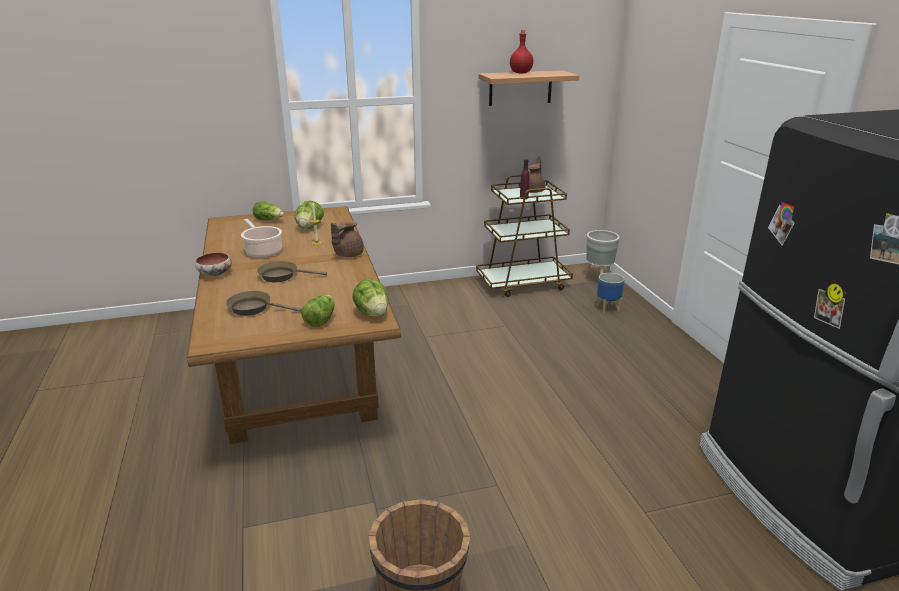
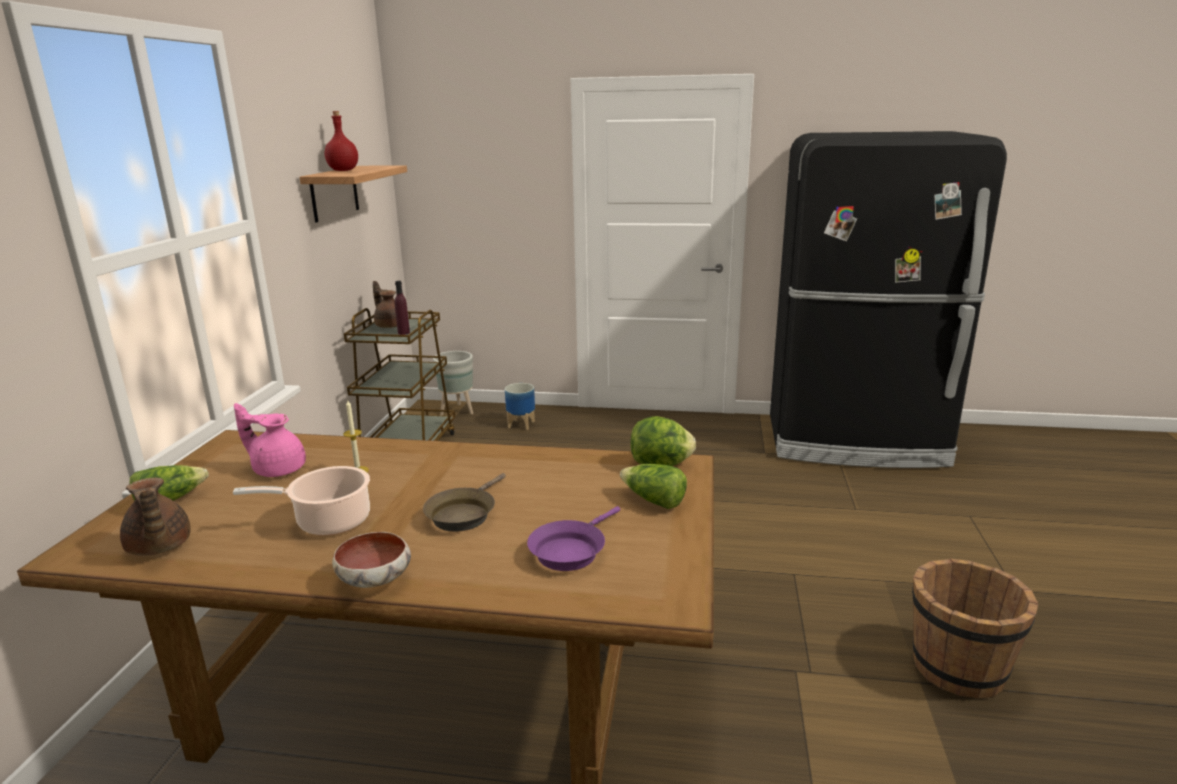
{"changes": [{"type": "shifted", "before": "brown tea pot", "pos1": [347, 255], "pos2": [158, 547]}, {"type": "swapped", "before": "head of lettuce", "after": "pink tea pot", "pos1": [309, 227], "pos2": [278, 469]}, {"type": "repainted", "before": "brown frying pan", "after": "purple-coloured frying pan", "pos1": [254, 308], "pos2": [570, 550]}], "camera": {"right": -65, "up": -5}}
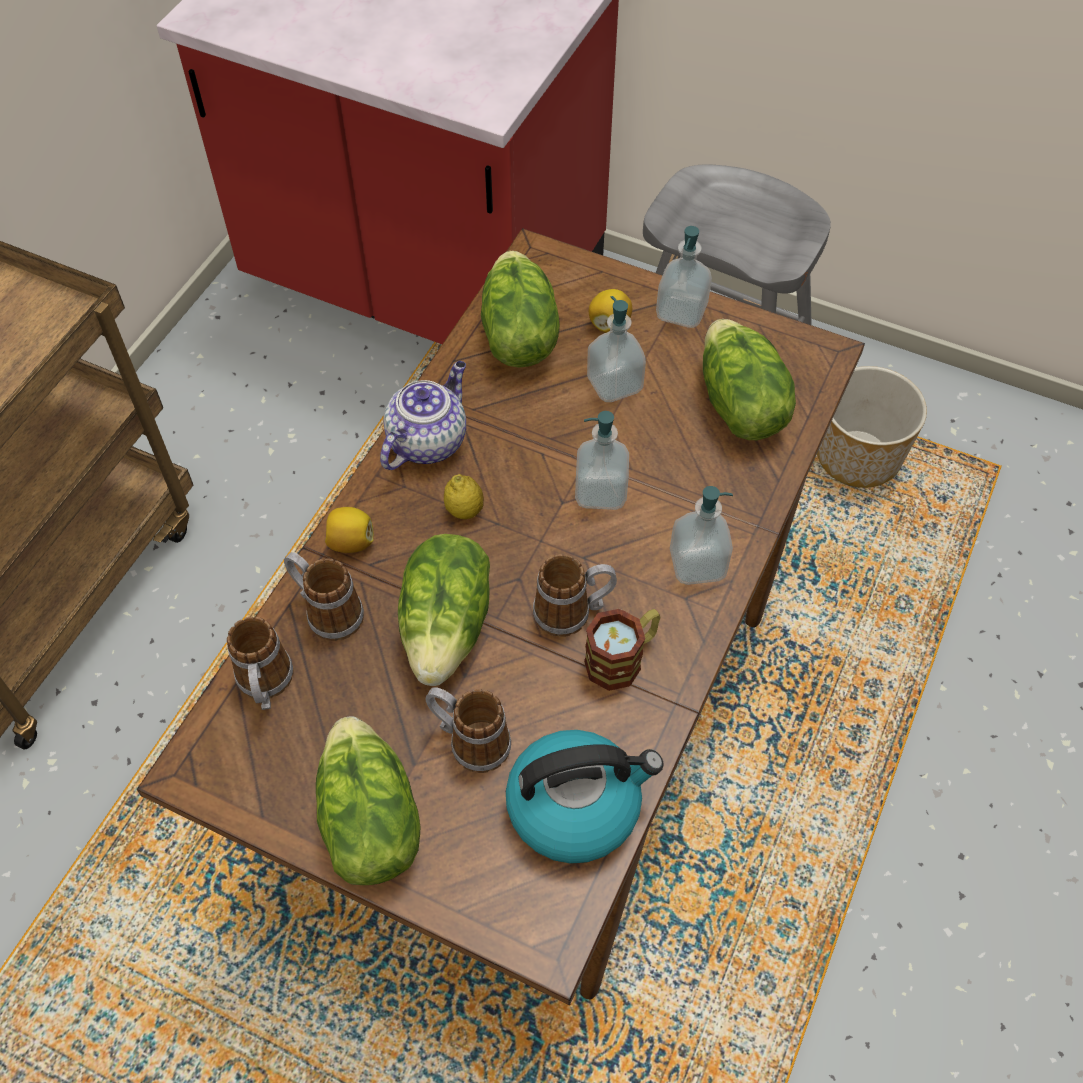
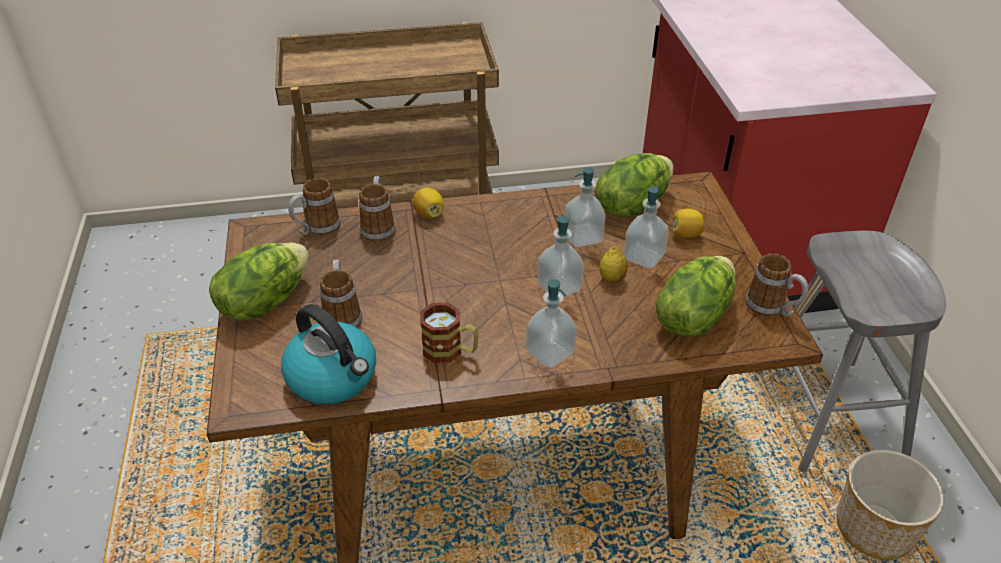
{"changes": [{"type": "gone", "before": "tea pot", "pos1": [427, 440]}, {"type": "gone", "before": "head of lettuce", "pos1": [448, 627]}, {"type": "shifted", "before": "lemon", "pos1": [464, 510], "pos2": [612, 279]}, {"type": "shifted", "before": "coffee mug", "pos1": [573, 612], "pos2": [771, 309]}, {"type": "shifted", "before": "liquid soap bottle", "pos1": [681, 312], "pos2": [583, 237]}], "camera": {"right": 55, "up": -15}}
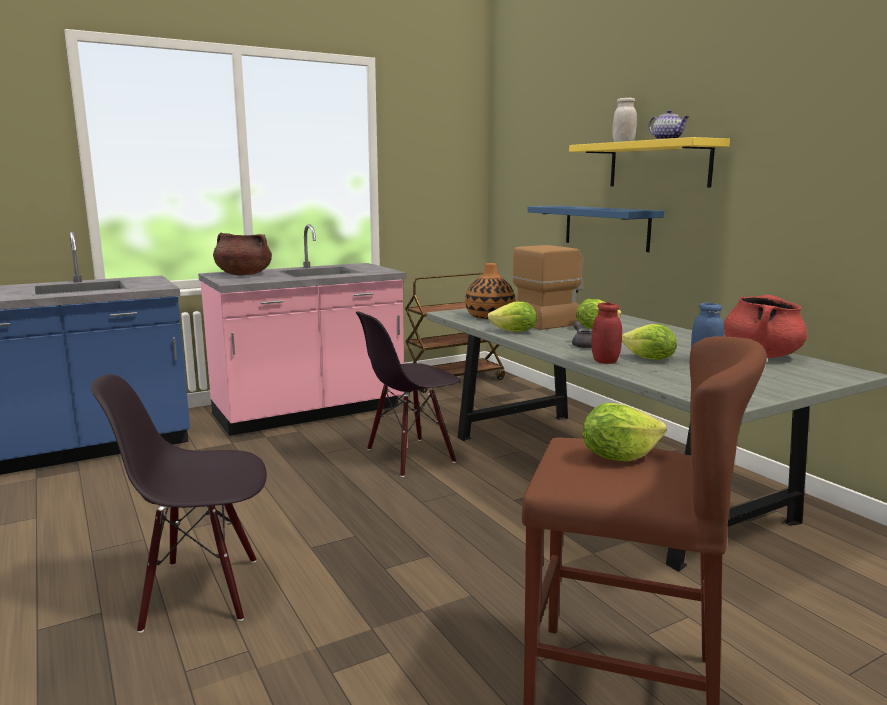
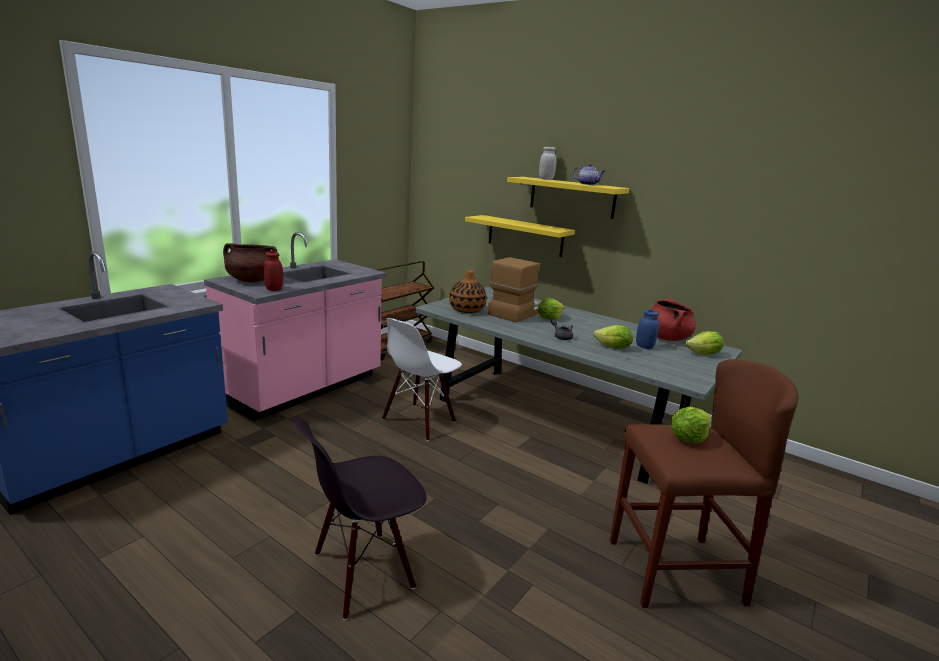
{"changes": [{"type": "shifted", "before": "head of lettuce", "pos1": [514, 332], "pos2": [703, 354]}, {"type": "shifted", "before": "red storage jar", "pos1": [605, 361], "pos2": [274, 289]}, {"type": "repainted", "before": "black-coloured upright chair", "after": "white upright chair", "pos1": [410, 456], "pos2": [419, 421]}, {"type": "repainted", "before": "bluish shelf", "after": "yellow-coloured shelf", "pos1": [606, 227], "pos2": [525, 236]}], "camera": {"right": -25, "up": 5}}
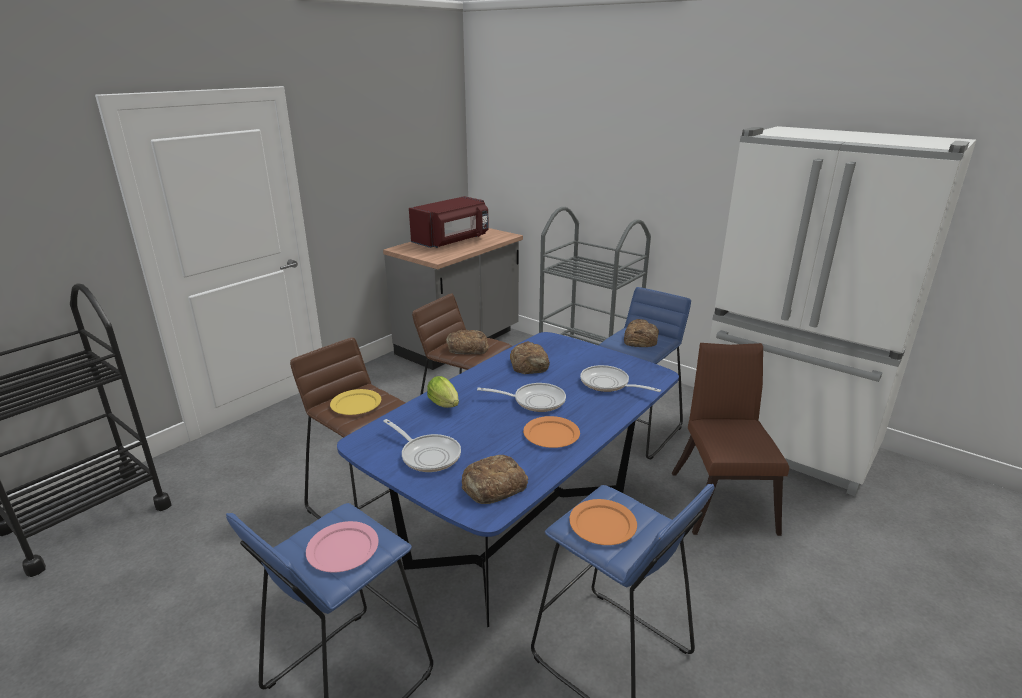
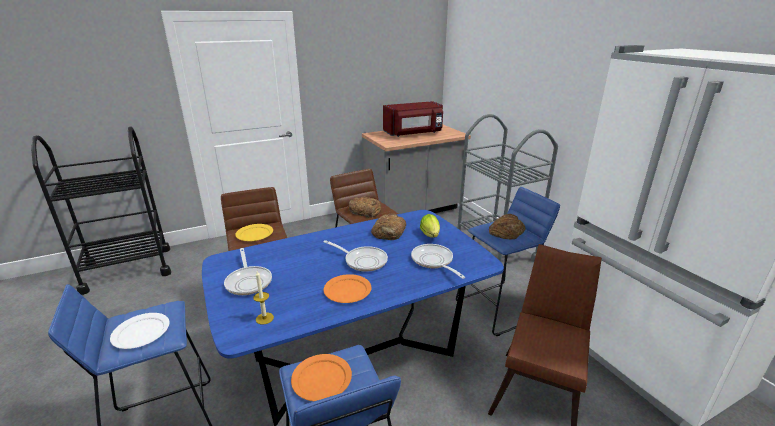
{"changes": [{"type": "shifted", "before": "head of lettuce", "pos1": [445, 405], "pos2": [431, 236]}, {"type": "swapped", "before": "bread", "after": "wax light", "pos1": [493, 486], "pos2": [264, 318]}, {"type": "repainted", "before": "pink dinner plate", "after": "white dinner plate", "pos1": [342, 549], "pos2": [141, 332]}], "camera": {"right": 25, "up": 0}}
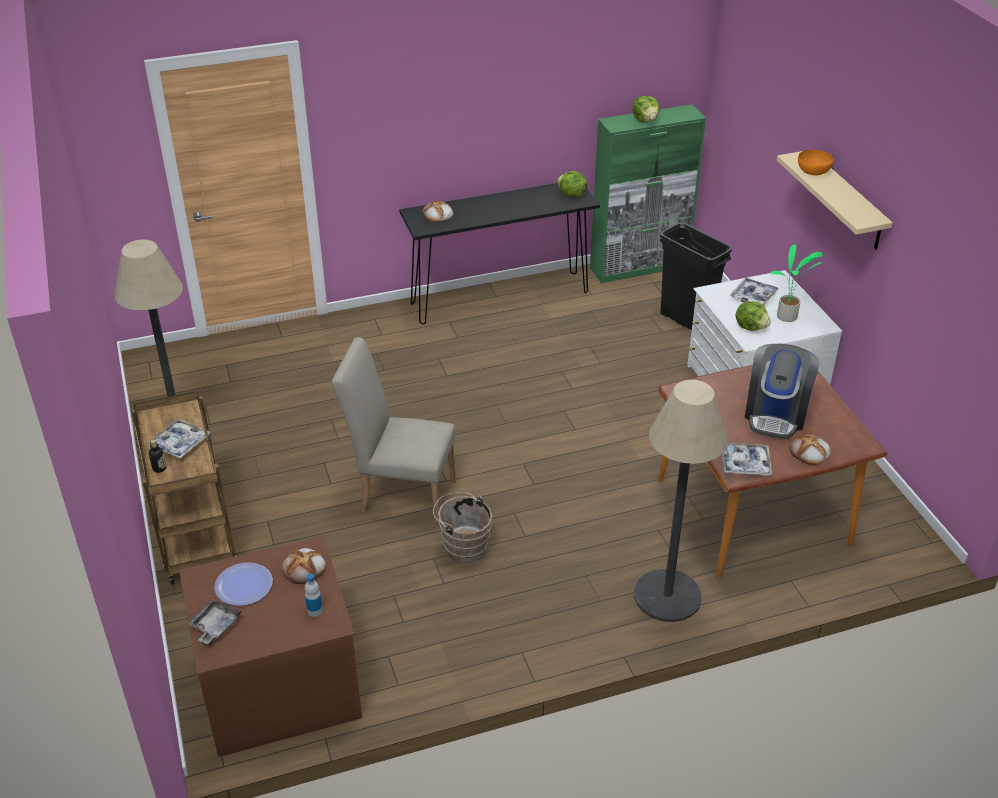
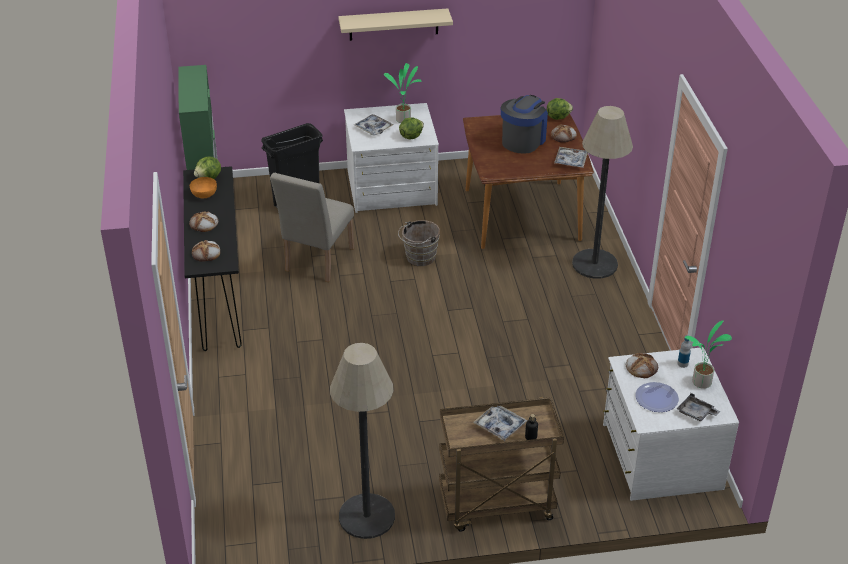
{"changes": [{"type": "new", "after": "bread", "pos2": [204, 224]}, {"type": "new", "after": "potted plant", "pos2": [702, 383]}, {"type": "shifted", "before": "beige upright chair", "pos1": [401, 493], "pos2": [316, 262]}, {"type": "shifted", "before": "brown water bucket", "pos1": [463, 546], "pos2": [418, 258]}, {"type": "shifted", "before": "head of lettuce", "pos1": [645, 120], "pos2": [558, 117]}, {"type": "shifted", "before": "orange bowl", "pos1": [813, 171], "pos2": [204, 194]}, {"type": "repainted", "before": "brown chest of drawers", "after": "white chest of drawers", "pos1": [278, 684], "pos2": [660, 456]}, {"type": "rotated", "before": "coffee brewer", "pos1": [776, 414], "pos2": [523, 140], "turn": -90}], "camera": {"right": -80, "up": 0}}
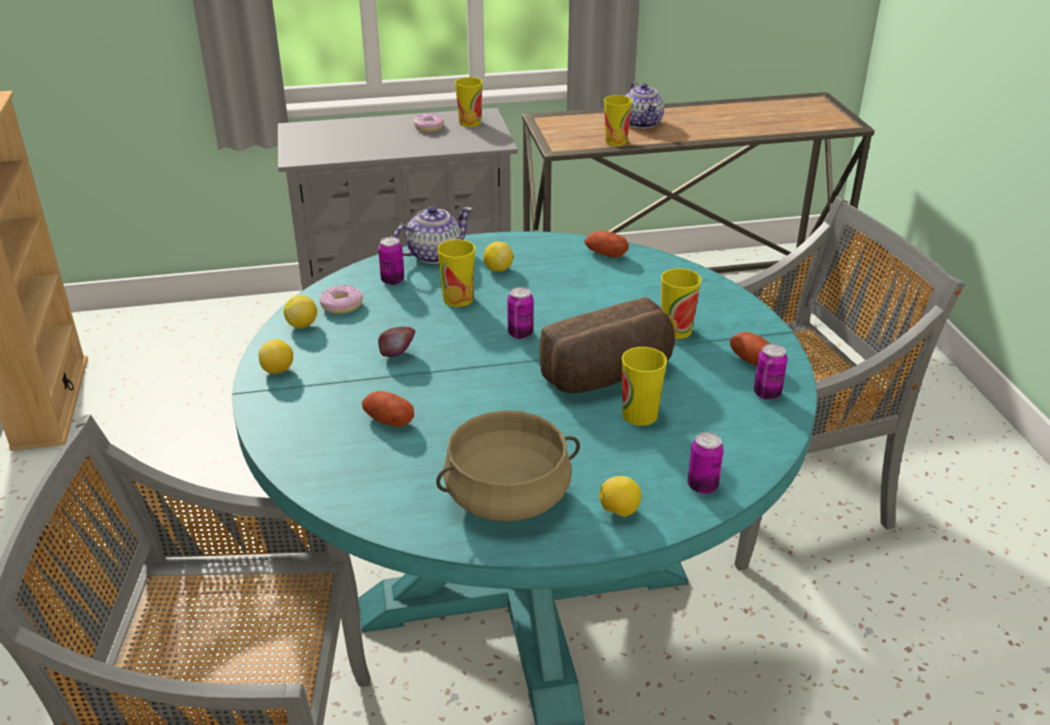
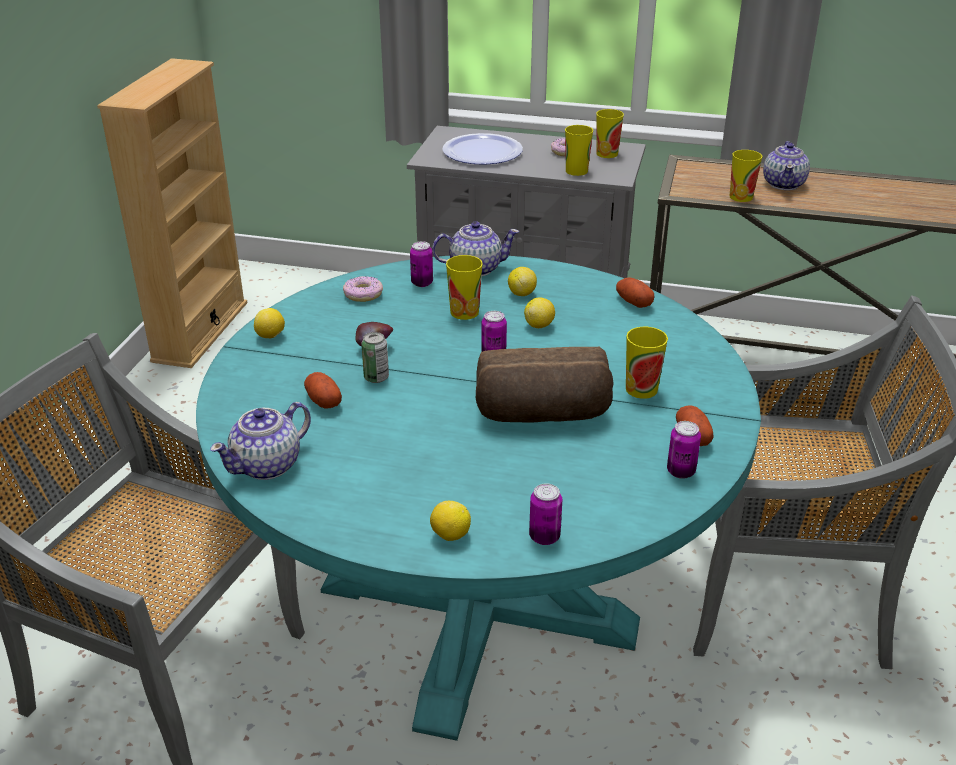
{"changes": [{"type": "gone", "before": "beige saucepot", "pos1": [507, 497]}, {"type": "new", "after": "tea pot", "pos2": [268, 465]}, {"type": "new", "after": "metal can", "pos2": [376, 377]}, {"type": "new", "after": "dinner plate", "pos2": [482, 152]}, {"type": "shifted", "before": "lemon", "pos1": [302, 325], "pos2": [539, 325]}, {"type": "shifted", "before": "cup", "pos1": [640, 415], "pos2": [576, 171]}], "camera": {"right": 25, "up": 0}}
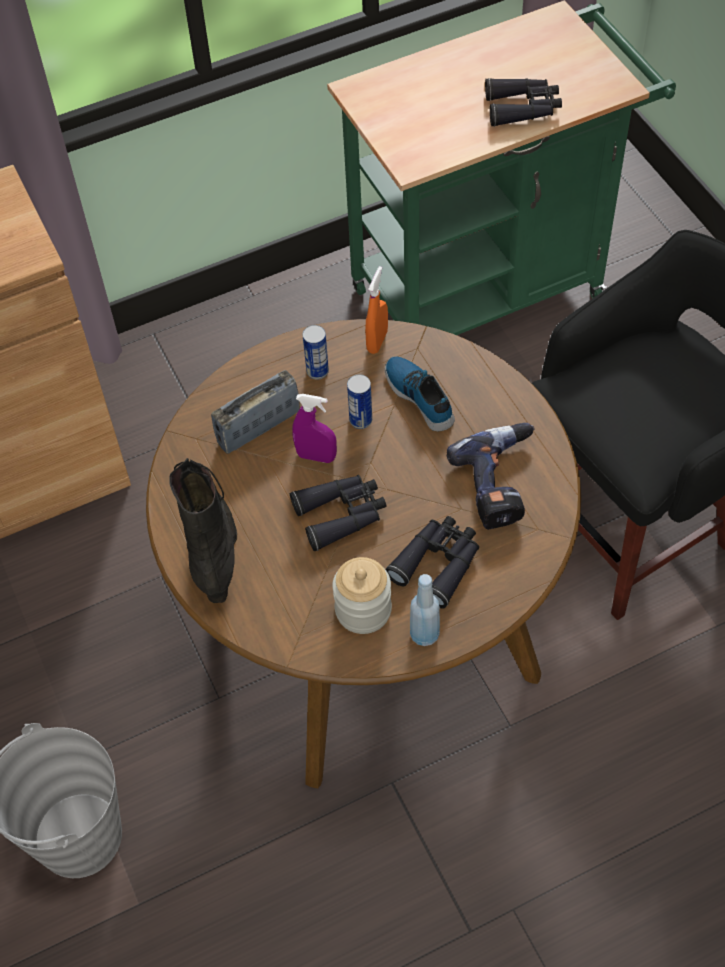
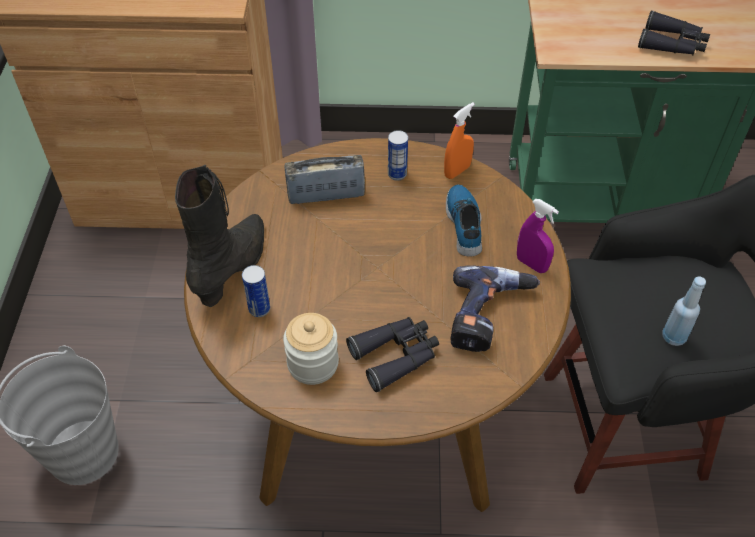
{"changes": [{"type": "gone", "before": "black-coloured field glasses", "pos1": [341, 514]}, {"type": "shifted", "before": "purple-coloured hand sprayer", "pos1": [316, 456], "pos2": [531, 264]}, {"type": "shifted", "before": "metal can", "pos1": [360, 420], "pos2": [259, 309]}, {"type": "shifted", "before": "bluish drink bottle", "pos1": [424, 634], "pos2": [674, 337]}], "camera": {"right": 25, "up": -5}}
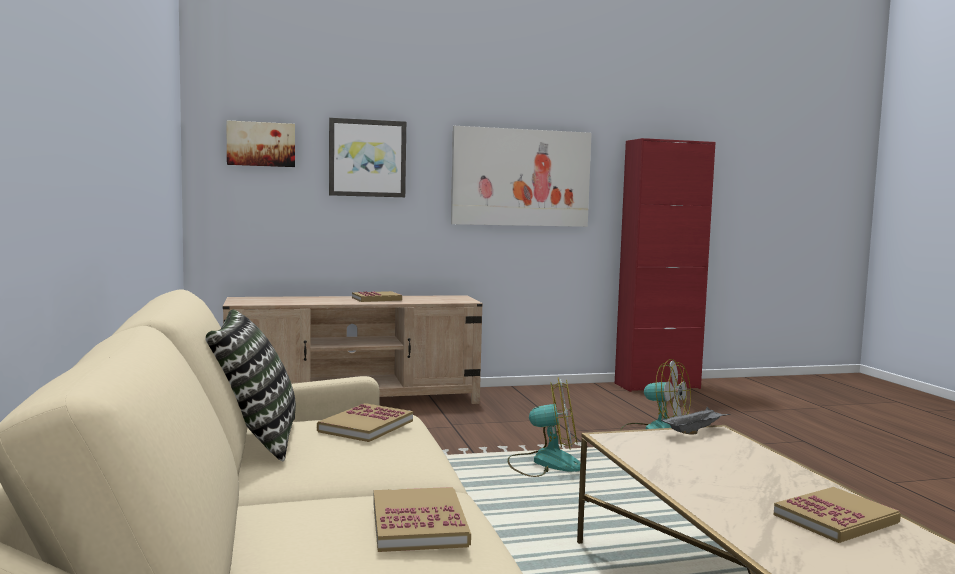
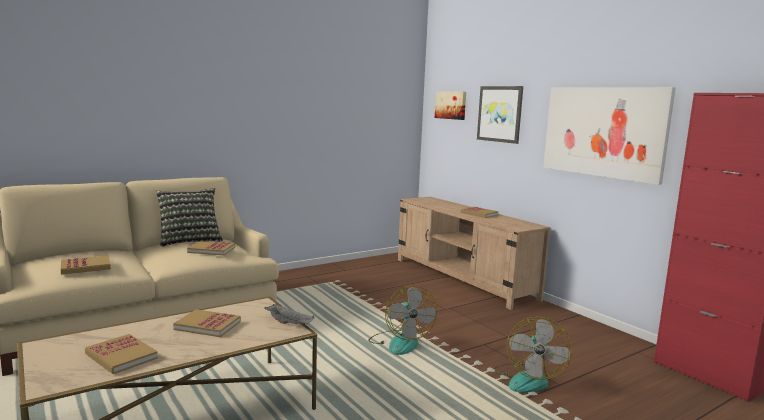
{"changes": [{"type": "new", "after": "volume", "pos2": [207, 325]}], "camera": {"right": 70, "up": 5}}
